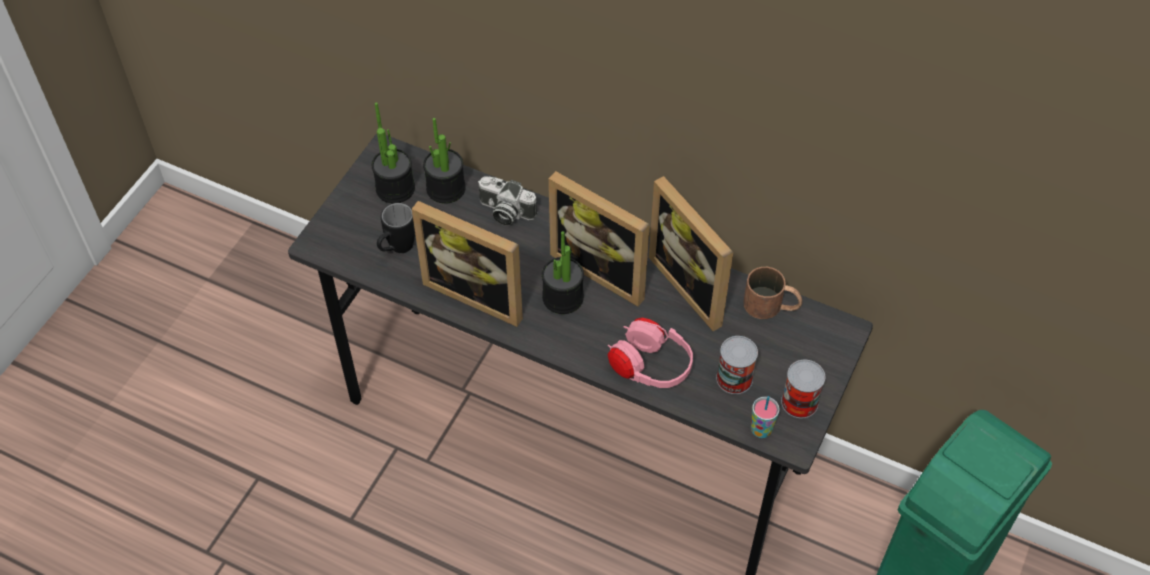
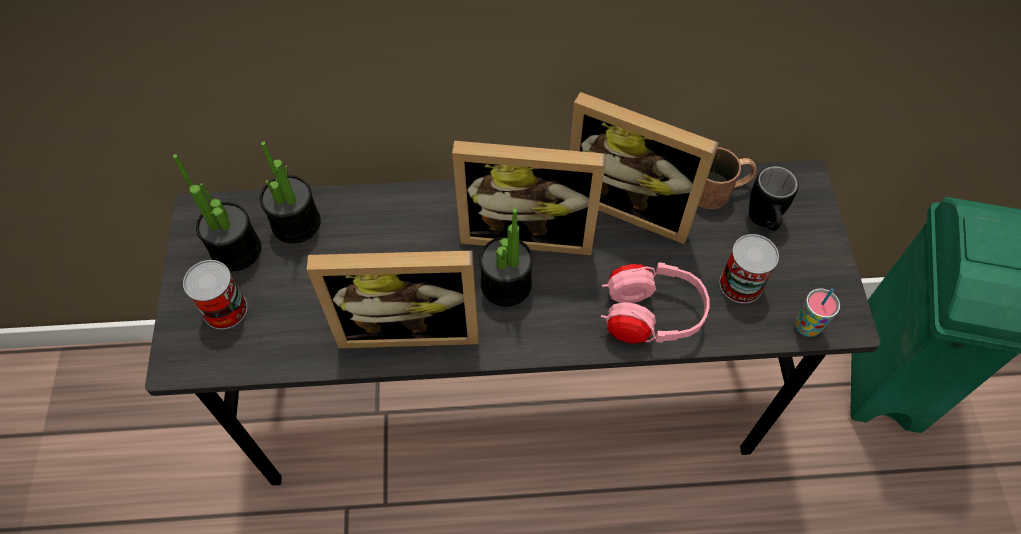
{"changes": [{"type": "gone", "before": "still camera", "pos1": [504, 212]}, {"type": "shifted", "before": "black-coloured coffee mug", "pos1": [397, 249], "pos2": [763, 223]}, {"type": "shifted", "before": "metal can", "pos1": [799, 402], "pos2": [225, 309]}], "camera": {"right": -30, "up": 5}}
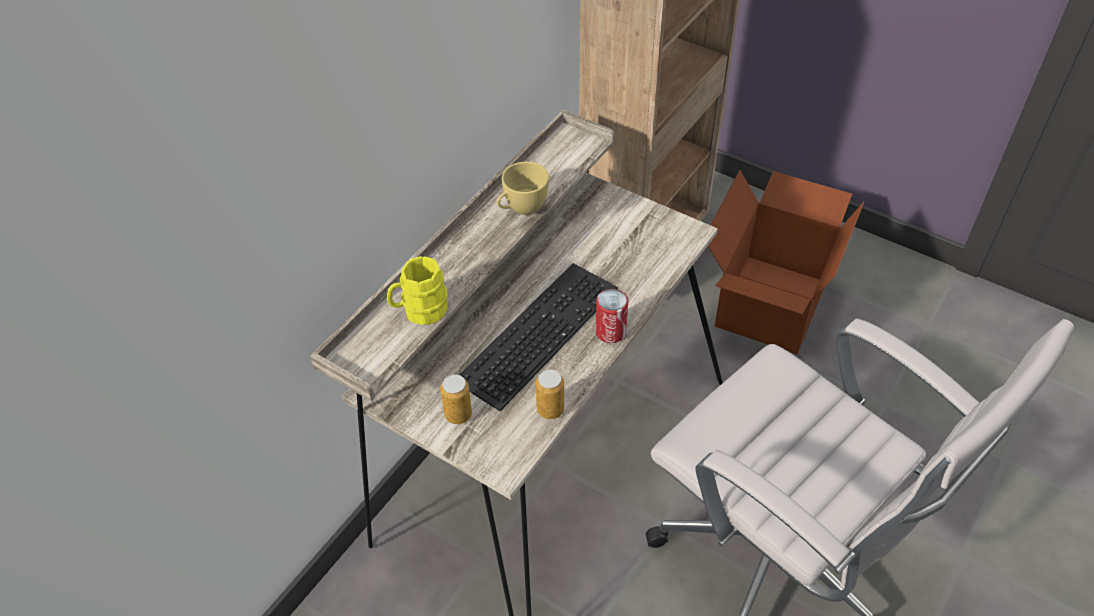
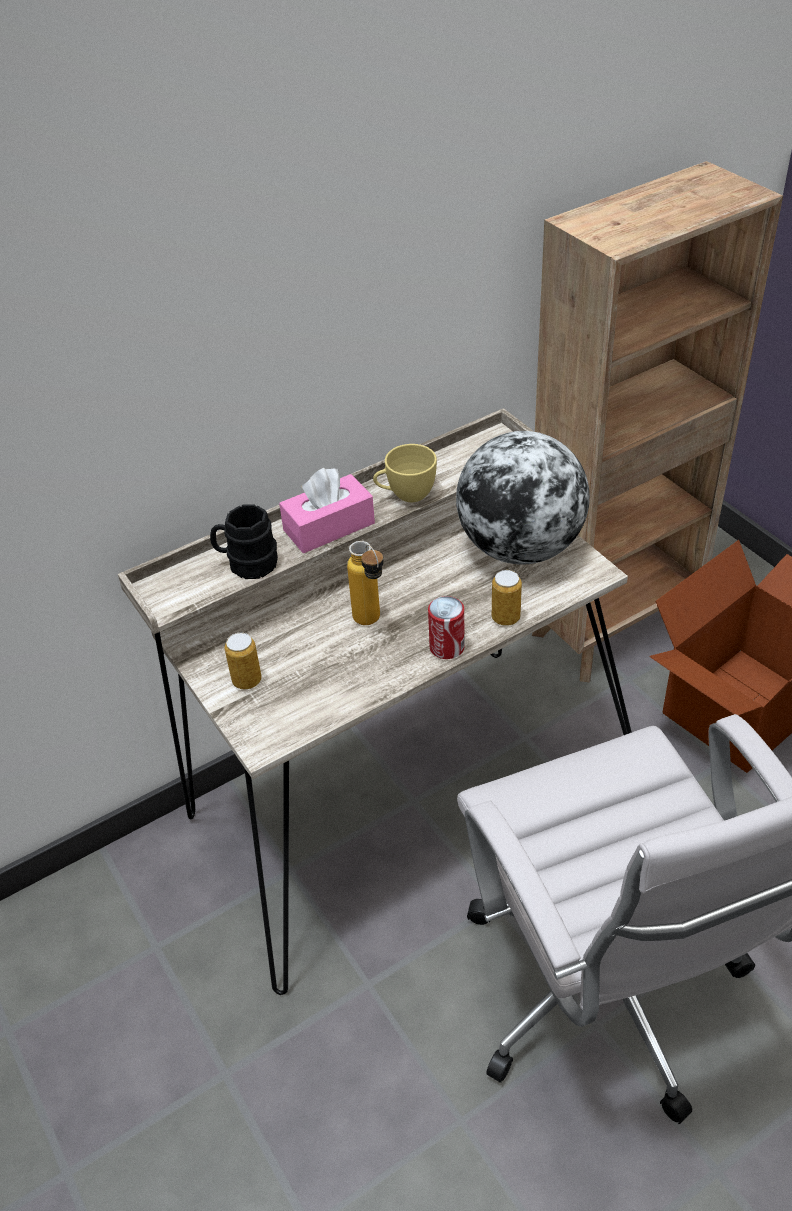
{"changes": [{"type": "new", "after": "pink box of tissues", "pos2": [329, 527]}, {"type": "new", "after": "globe", "pos2": [520, 548]}, {"type": "shifted", "before": "metal can", "pos1": [550, 409], "pos2": [505, 617]}, {"type": "swapped", "before": "computer keyboard", "after": "drink bottle", "pos1": [537, 330], "pos2": [372, 624]}, {"type": "repainted", "before": "yellow-coloured coffee mug", "after": "black-coloured coffee mug", "pos1": [420, 310], "pos2": [247, 564]}], "camera": {"right": 25, "up": -5}}
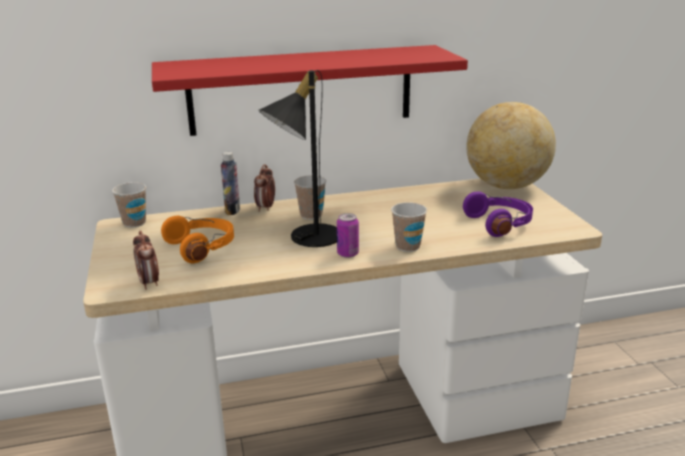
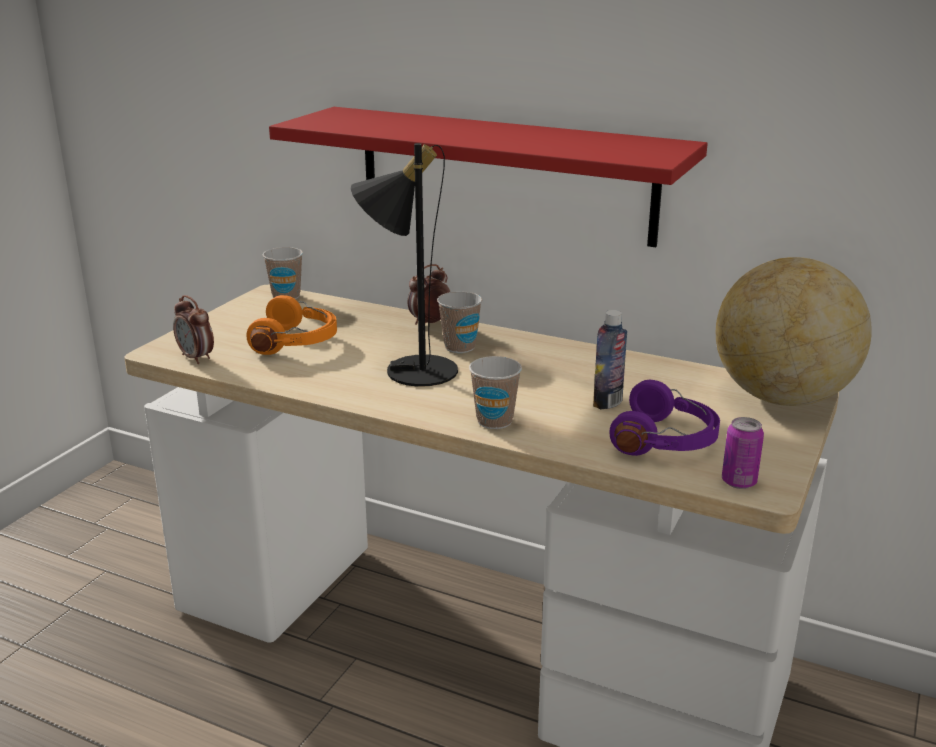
{"changes": [{"type": "shifted", "before": "drink bottle", "pos1": [232, 210], "pos2": [607, 402]}, {"type": "shifted", "before": "metal can", "pos1": [347, 254], "pos2": [738, 482]}, {"type": "rotated", "before": "bedside clock", "pos1": [149, 283], "pos2": [196, 358], "turn": -60}], "camera": {"right": 40, "up": 0}}
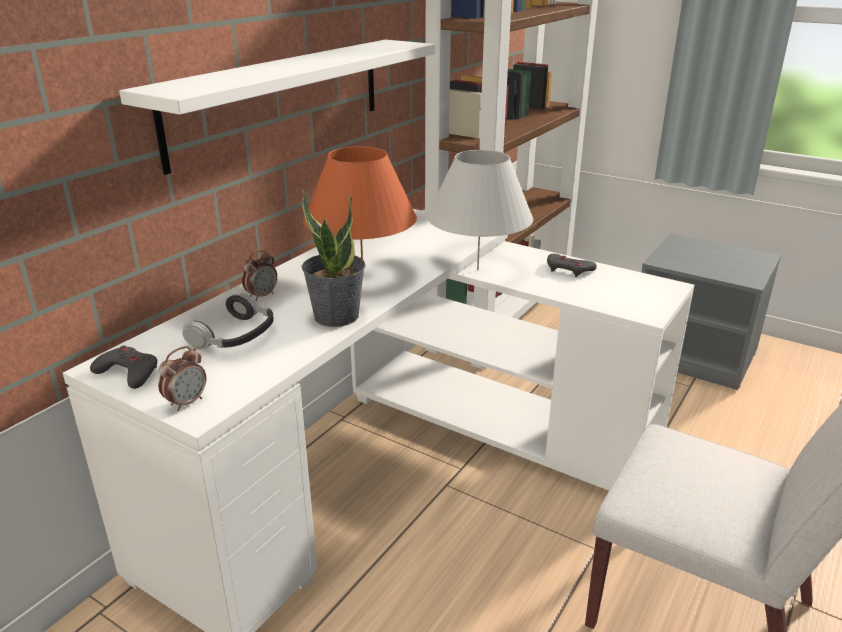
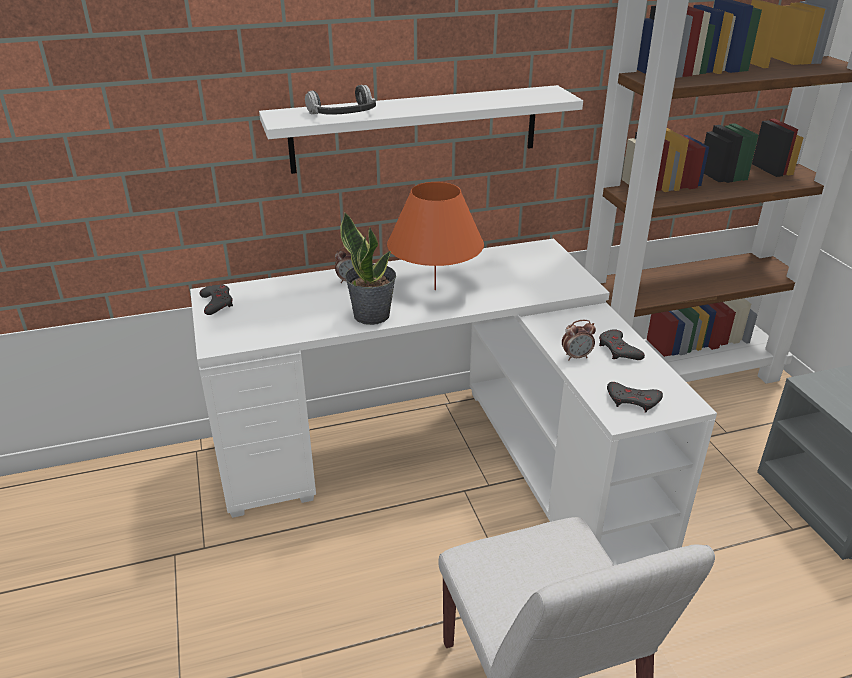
{"changes": [{"type": "gone", "before": "white lamp for a table", "pos1": [477, 269]}, {"type": "new", "after": "gray game controller", "pos2": [633, 400]}, {"type": "shifted", "before": "bedside clock", "pos1": [186, 402], "pos2": [576, 356]}, {"type": "shifted", "before": "headset", "pos1": [235, 335], "pos2": [343, 113]}], "camera": {"right": 40, "up": 5}}
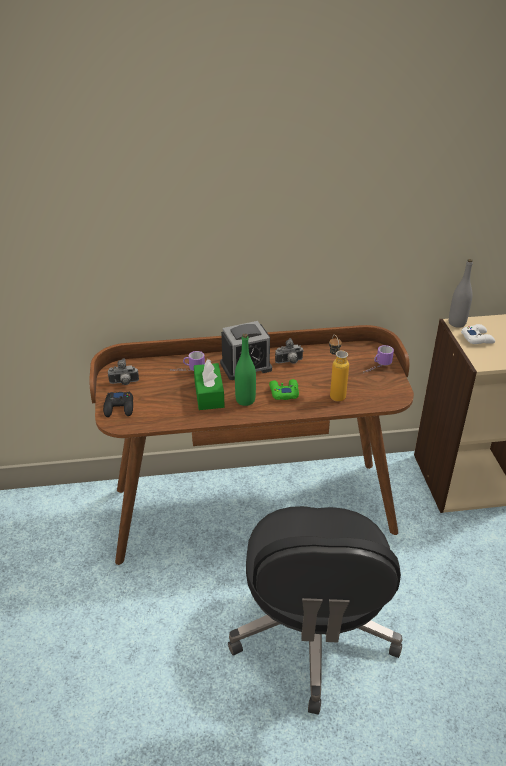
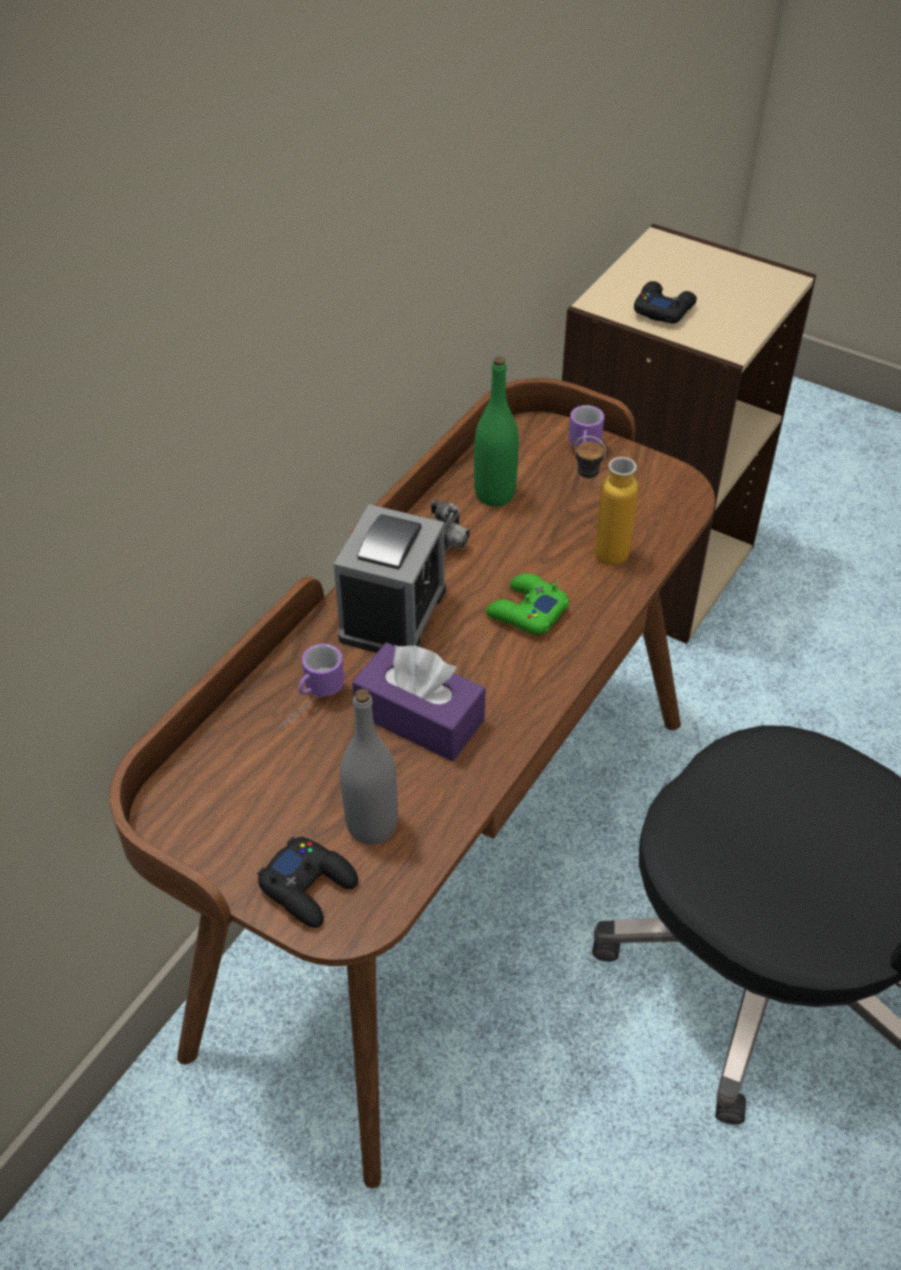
{"changes": [{"type": "gone", "before": "still camera", "pos1": [124, 383]}, {"type": "shifted", "before": "green drink bottle", "pos1": [245, 400], "pos2": [494, 494]}, {"type": "shifted", "before": "gray drink bottle", "pos1": [457, 323], "pos2": [372, 825]}, {"type": "repainted", "before": "green box of tissues", "after": "purple-coloured box of tissues", "pos1": [209, 394], "pos2": [419, 717]}, {"type": "repainted", "before": "white game controller", "after": "black-coloured game controller", "pos1": [477, 338], "pos2": [663, 309]}], "camera": {"right": -50, "up": 10}}
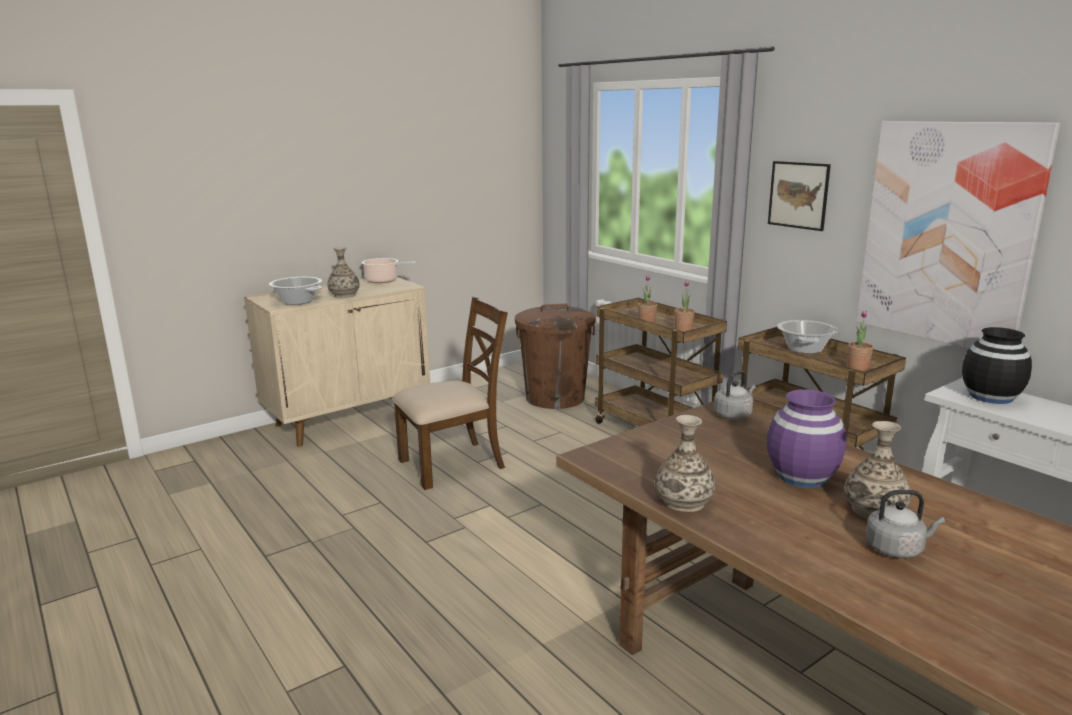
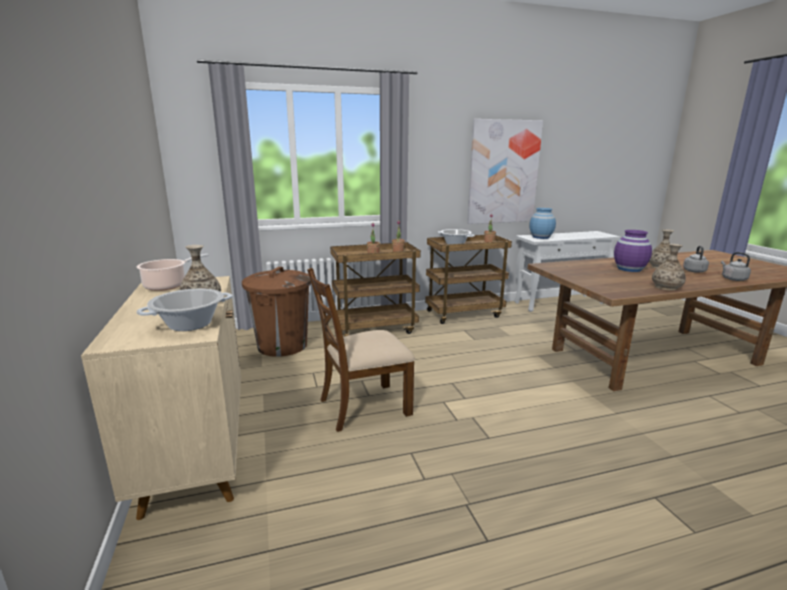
{"changes": [{"type": "gone", "before": "wall picture", "pos1": [798, 195]}, {"type": "shifted", "before": "gray kettle", "pos1": [733, 415], "pos2": [732, 279]}, {"type": "repainted", "before": "black-coloured flower vase", "after": "bluish flower vase", "pos1": [990, 397], "pos2": [540, 237]}, {"type": "rotated", "before": "brown upright chair", "pos1": [453, 464], "pos2": [363, 406], "turn": -105}], "camera": {"right": -70, "up": 0}}
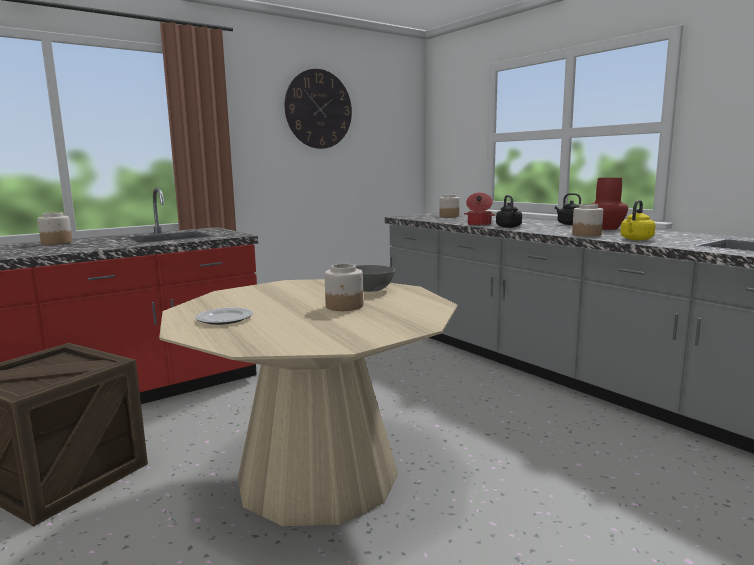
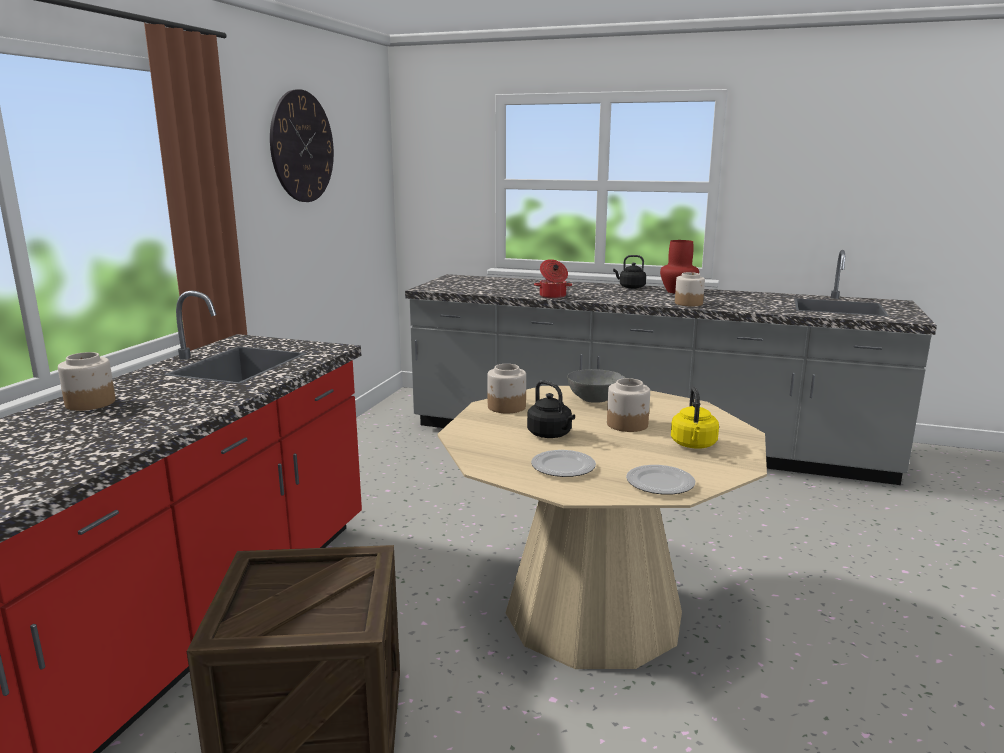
{"changes": [{"type": "new", "after": "dinner plate", "pos2": [660, 484]}, {"type": "shifted", "before": "storage jar", "pos1": [449, 216], "pos2": [506, 407]}, {"type": "shifted", "before": "black-coloured kettle", "pos1": [509, 227], "pos2": [551, 435]}, {"type": "shifted", "before": "yellow-coloured kettle", "pos1": [636, 239], "pos2": [693, 445]}], "camera": {"right": -35, "up": 5}}
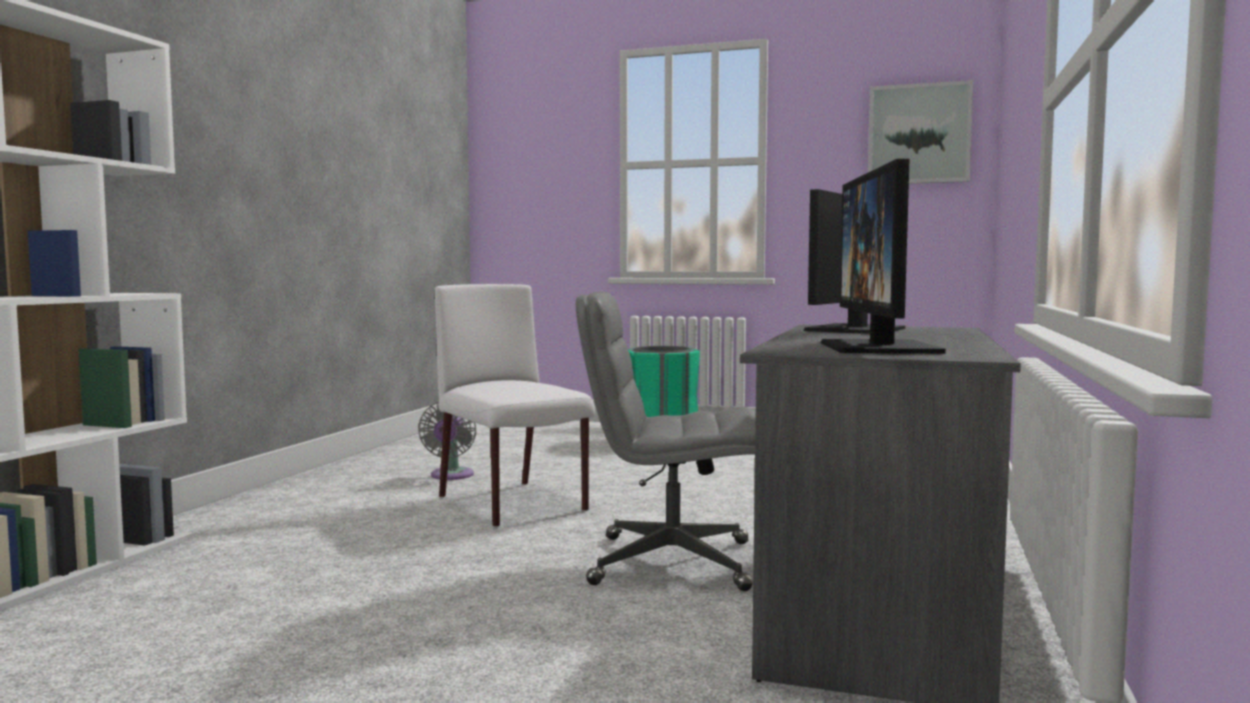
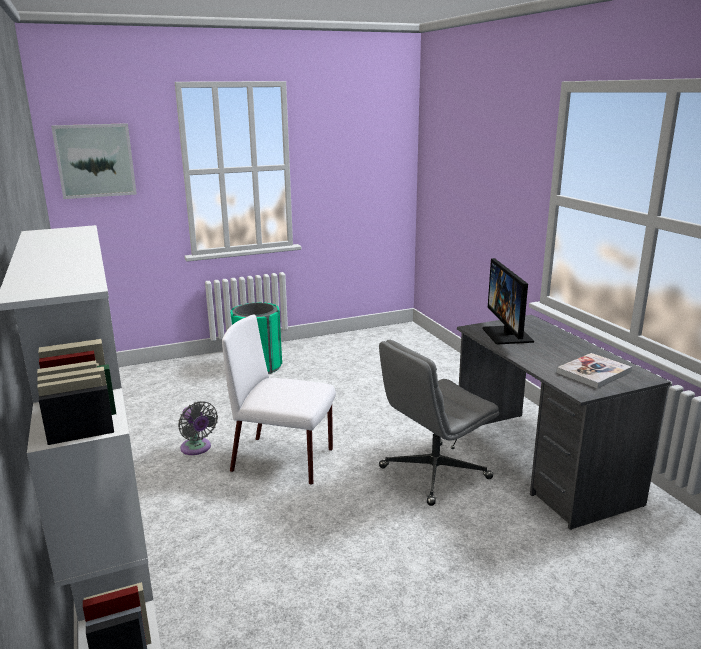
{"changes": [{"type": "shifted", "before": "wall picture", "pos1": [919, 134], "pos2": [95, 160]}, {"type": "swapped", "before": "computer display", "after": "volume", "pos1": [880, 348], "pos2": [593, 372]}], "camera": {"right": -40, "up": 15}}
